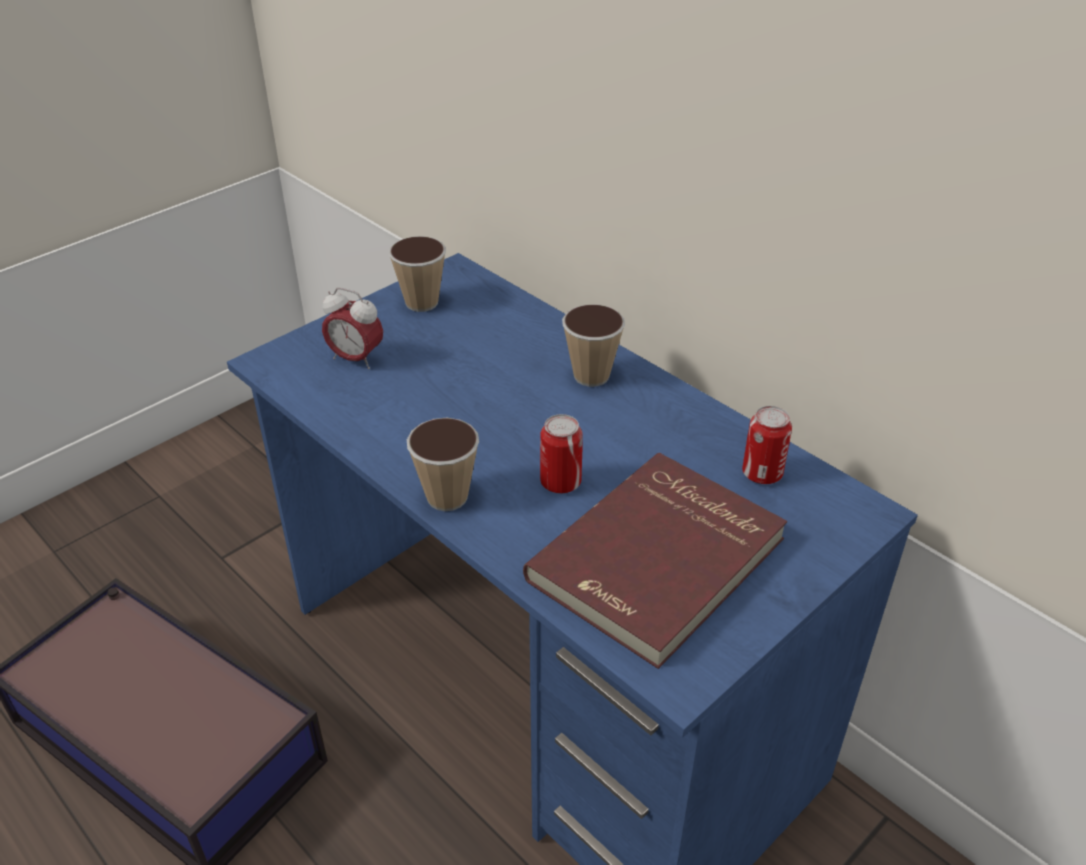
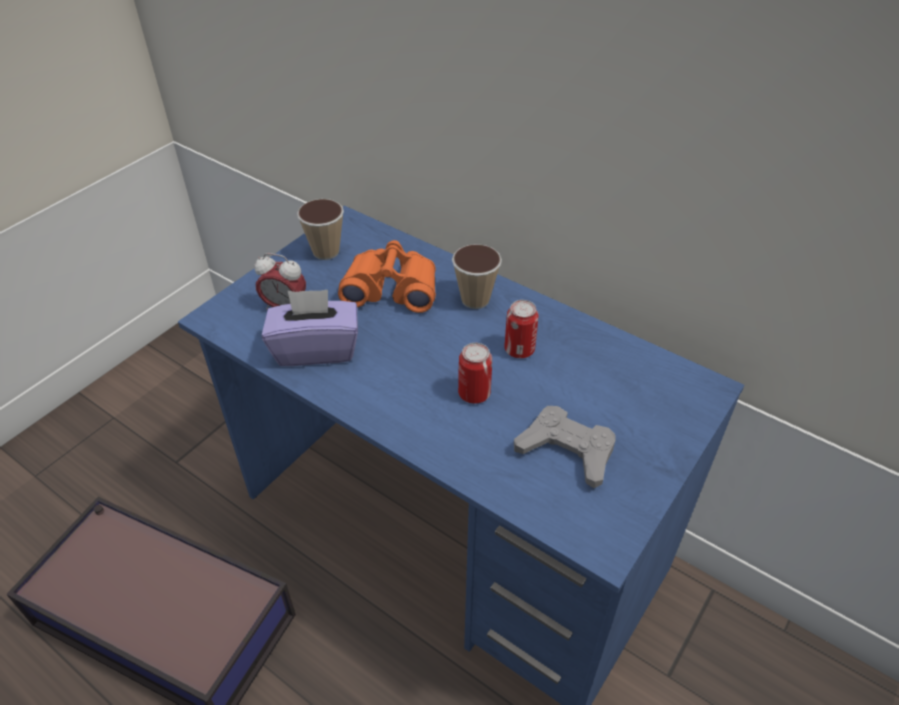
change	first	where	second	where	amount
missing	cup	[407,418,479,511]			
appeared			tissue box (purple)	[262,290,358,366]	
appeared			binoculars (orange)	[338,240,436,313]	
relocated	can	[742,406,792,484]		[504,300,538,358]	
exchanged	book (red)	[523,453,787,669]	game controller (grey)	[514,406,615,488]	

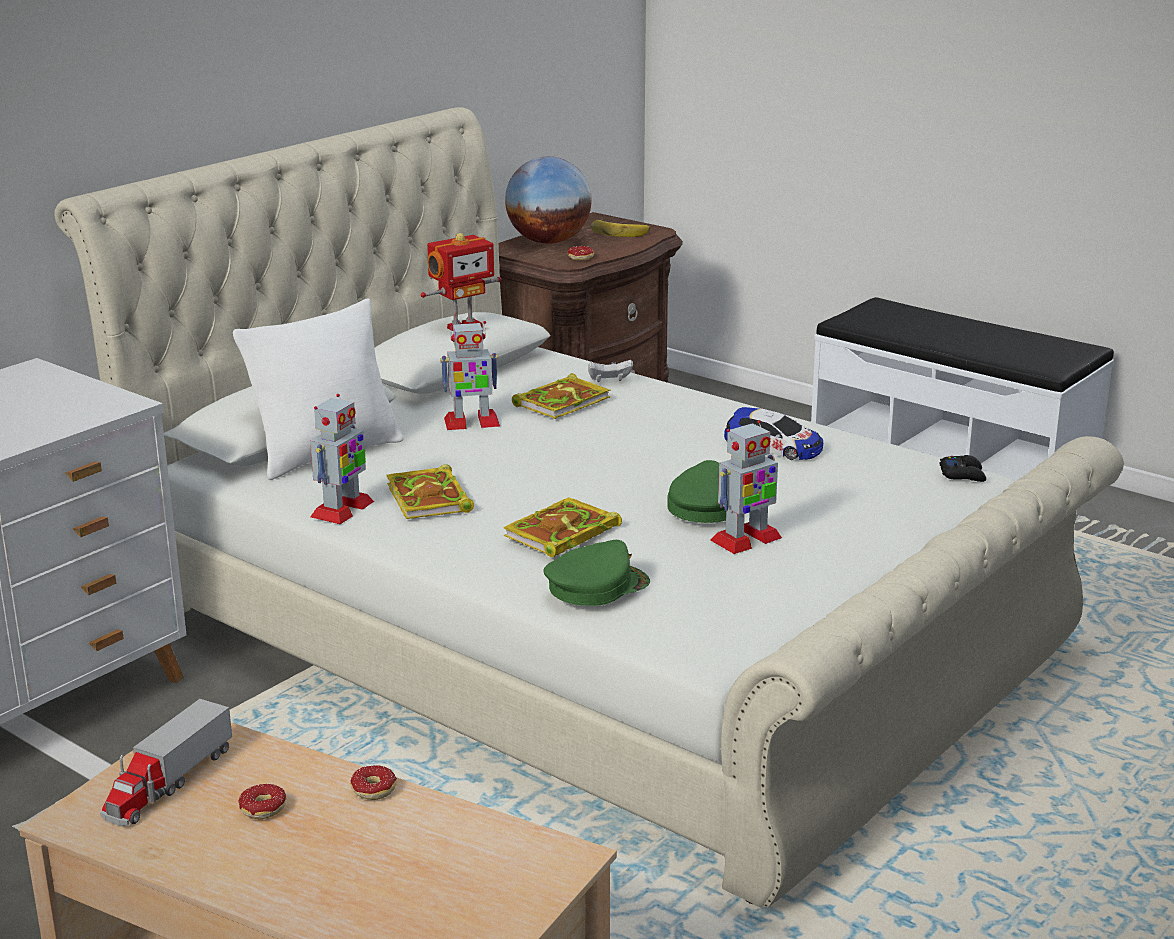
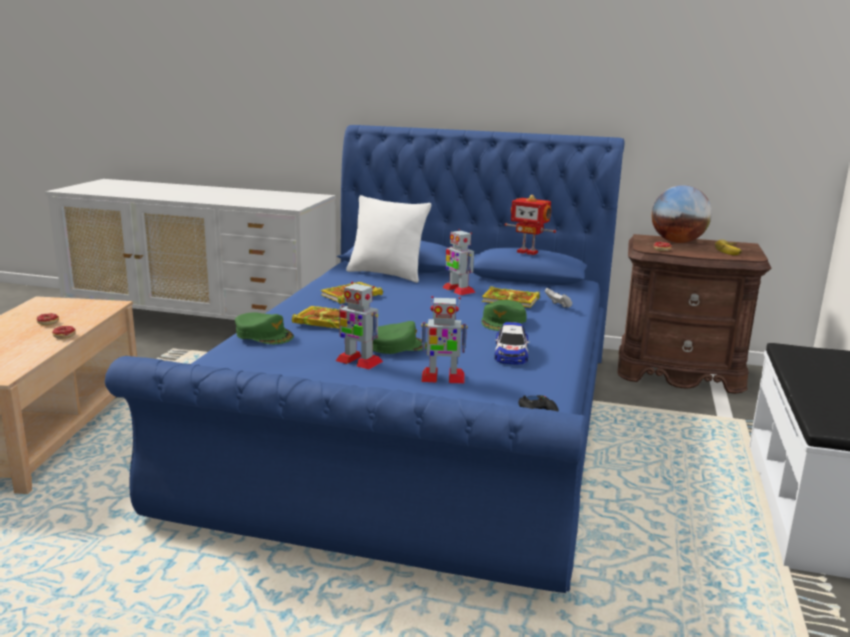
change	first	where	second	where	amount
missing	toy truck	[100,699,232,826]			
appeared			cap (green)	[481,300,527,331]	
relocated	toy robot	[310,394,374,524]		[421,296,467,384]	
colour	bed (beige)	[54,107,1124,908]	bed (blue)	[105,125,624,593]	

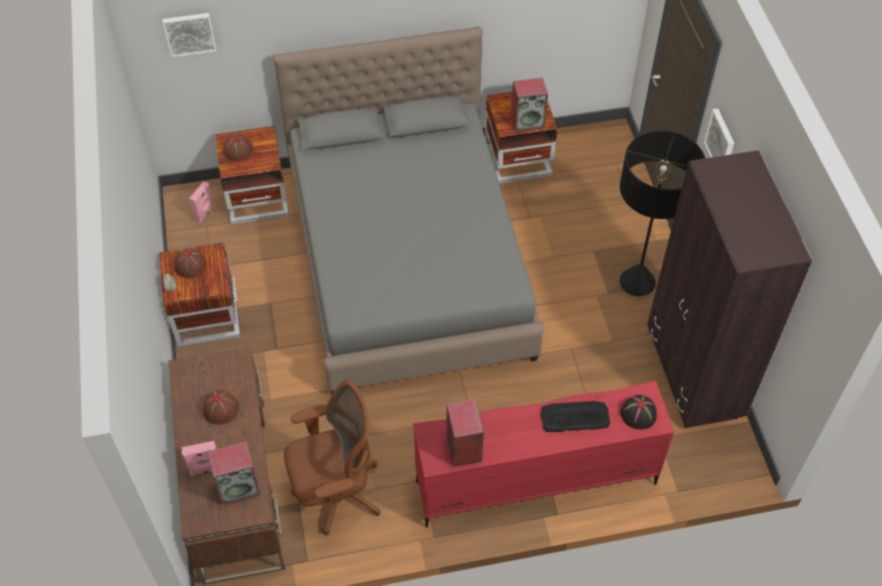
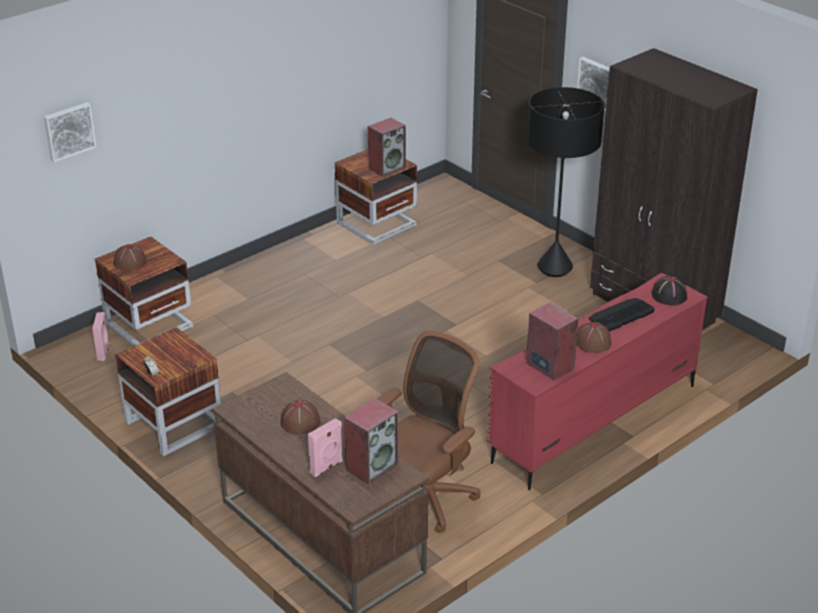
change	first	where	second	where	amount
missing	bed (grey)	[274,27,544,394]			
relocated	hat (brown)	[175,249,207,279]		[576,322,611,353]	

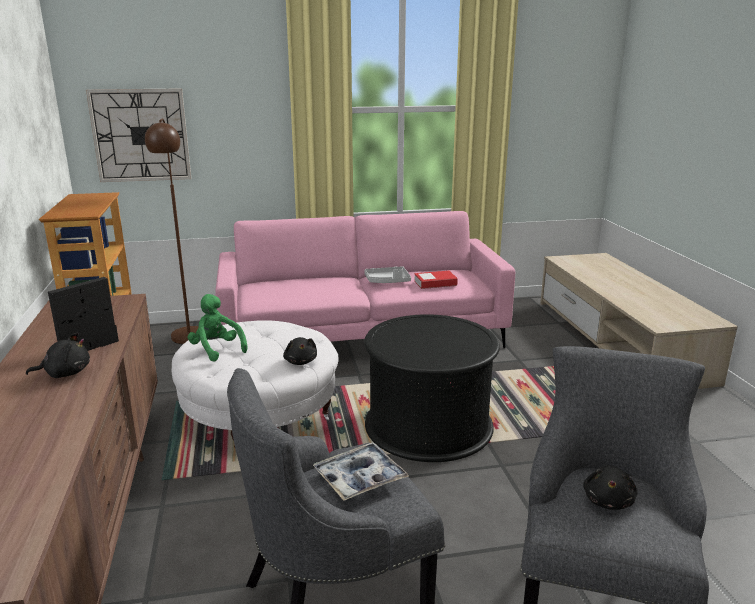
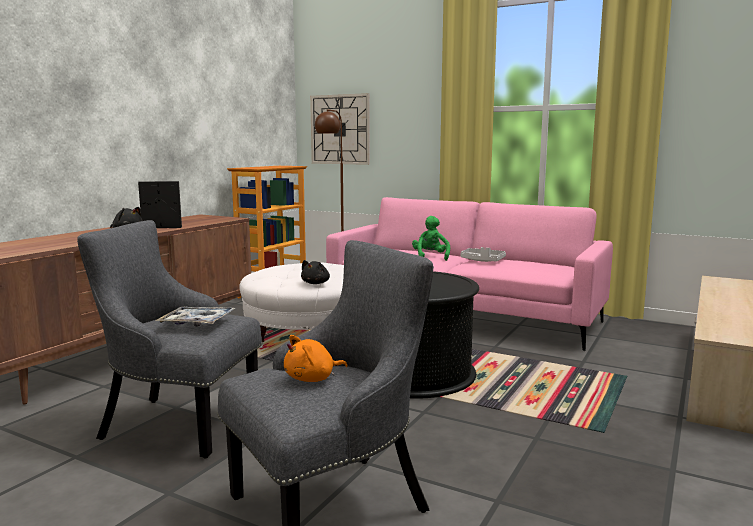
change	first	where	second	where	amount
missing	book	[414,271,458,289]			
relocated	plush toy (green)	[188,294,248,362]		[412,216,450,261]	
colour	plush toy (black)	[583,465,638,510]	plush toy (orange)	[284,335,348,382]	

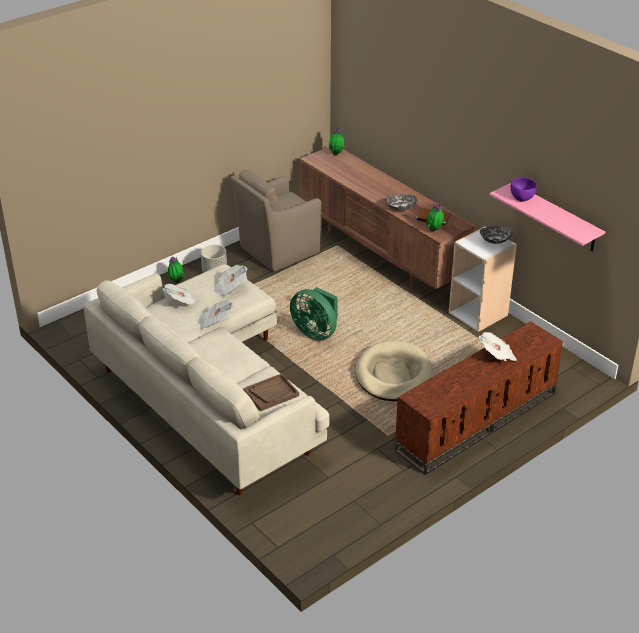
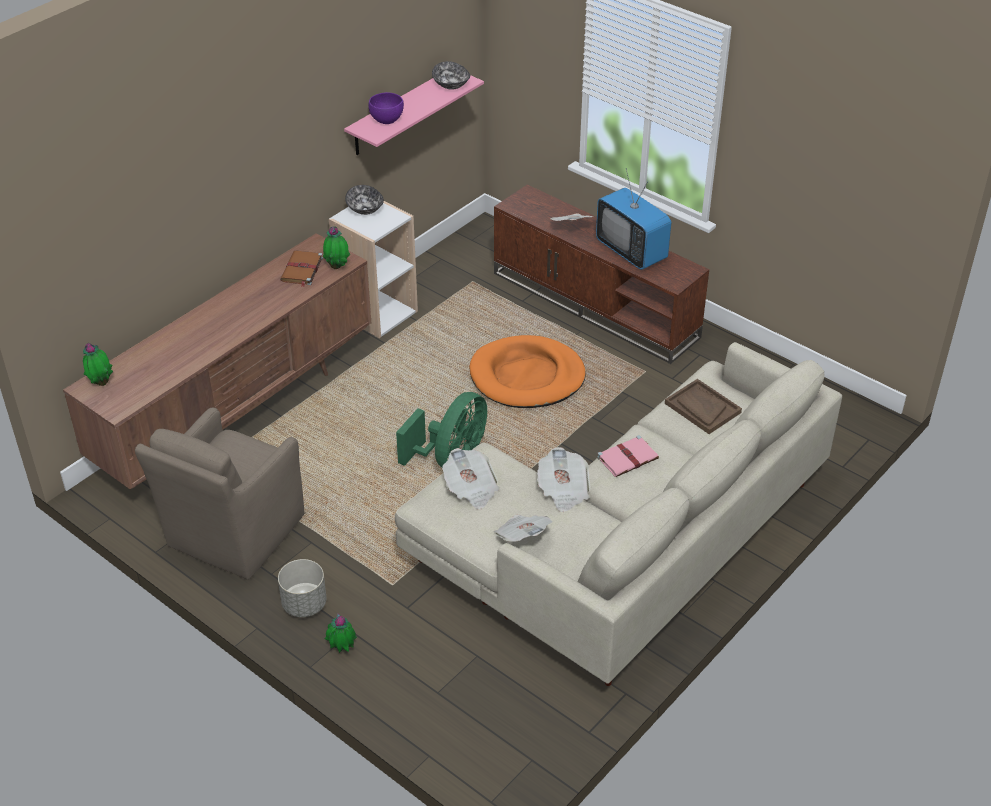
change	first	where	second	where	amount
appeared			television	[596,169,671,270]	
appeared			book (pink)	[597,435,659,477]	
relocated	bowl	[385,194,417,211]		[432,61,470,90]	
colour	dog bed (beige)	[355,341,432,401]	dog bed (orange)	[469,335,586,408]	
spun	armchair (brown)	[230,170,321,272]		[135,408,304,579]	75 degrees clockwise

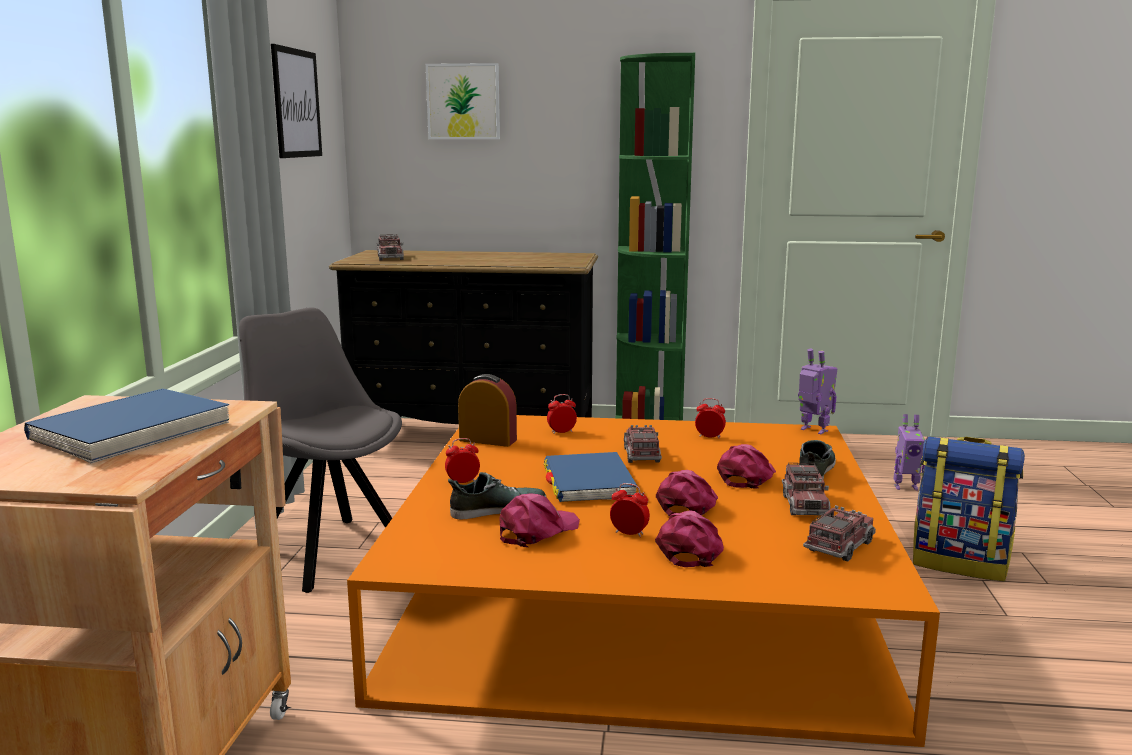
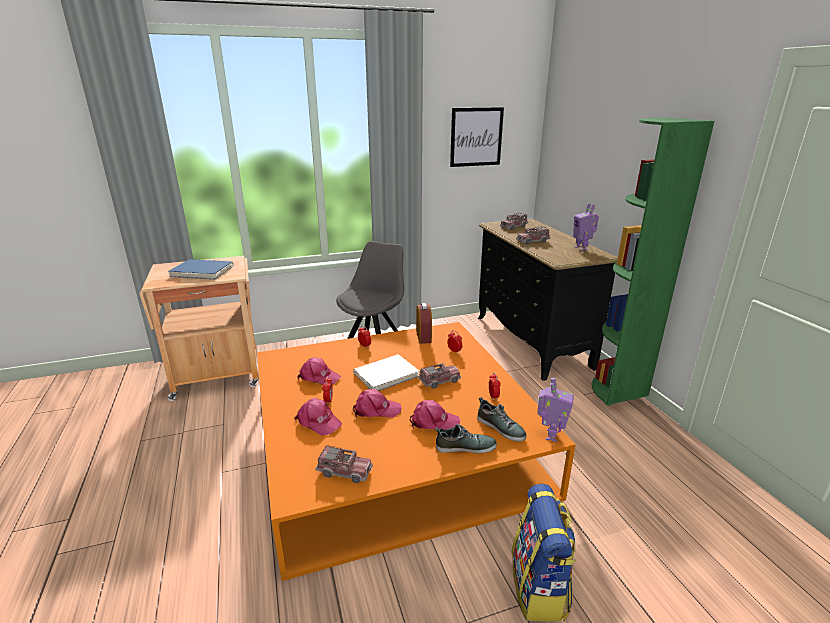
change	first	where	second	where	amount
missing	picture	[426,63,500,139]			
relocated	shoe	[448,472,547,519]		[477,397,527,442]	
relocated	toy truck	[782,463,830,516]		[516,226,551,245]	
relocated	toy robot	[894,414,925,490]		[573,203,599,251]	
colour	book (blue)	[544,452,637,502]	book (white)	[353,354,419,391]	
spun	cap (pink)	[655,510,724,567]		[294,398,342,436]	45 degrees clockwise

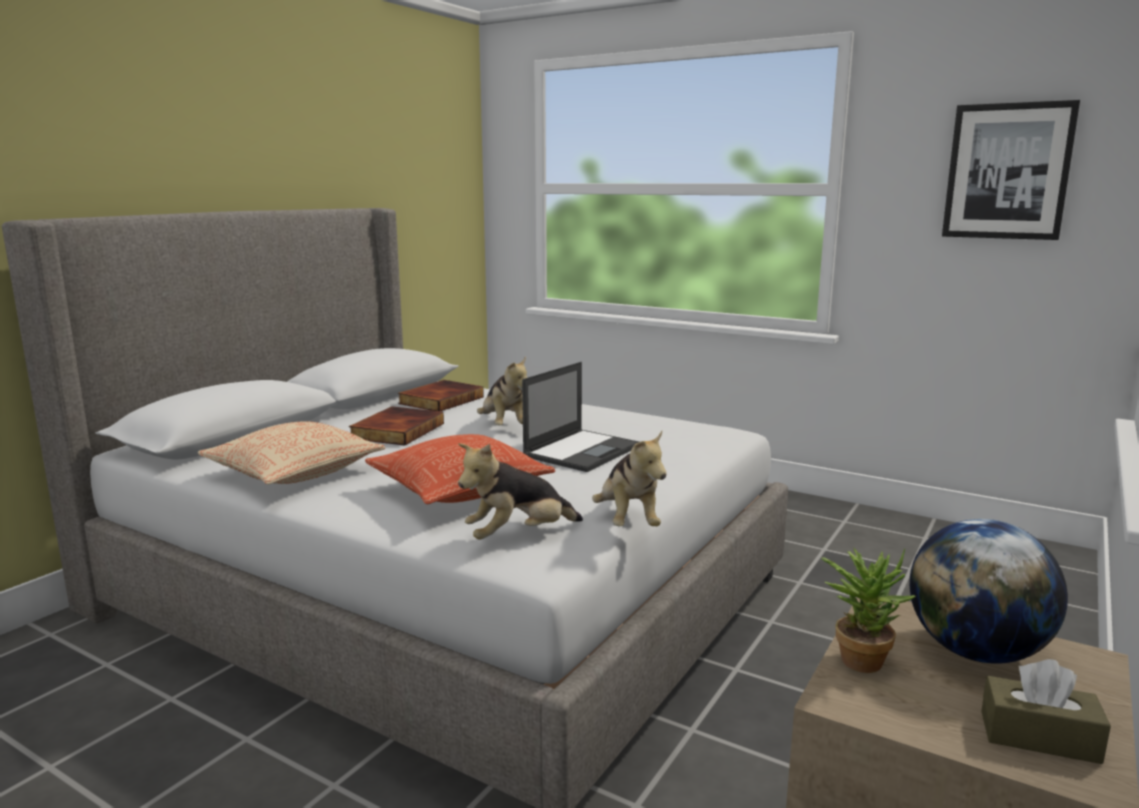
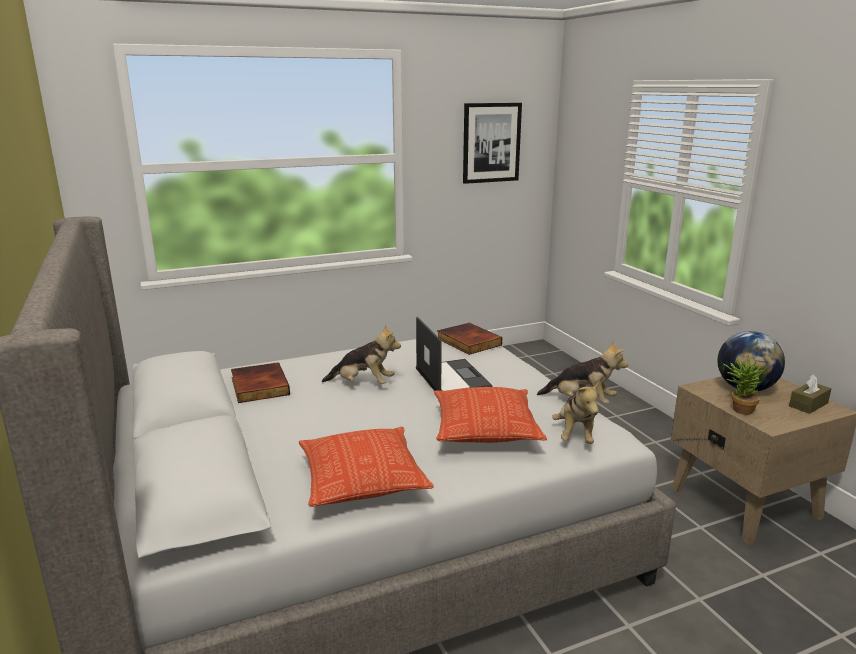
change	first	where	second	where	amount
relocated	book	[349,406,444,445]		[437,323,502,355]	
colour	pillow (beige)	[198,421,385,484]	pillow (orange)	[299,427,434,507]	

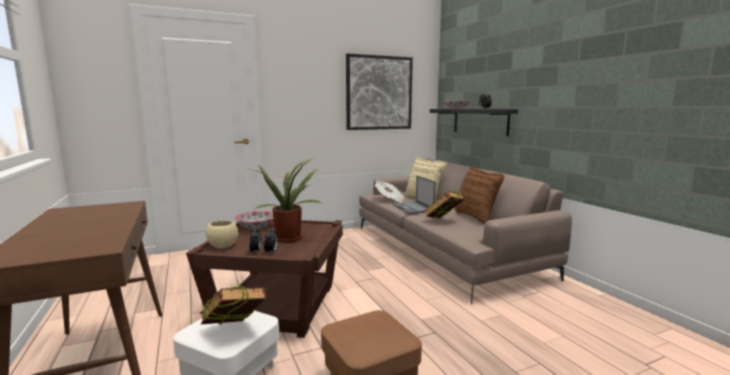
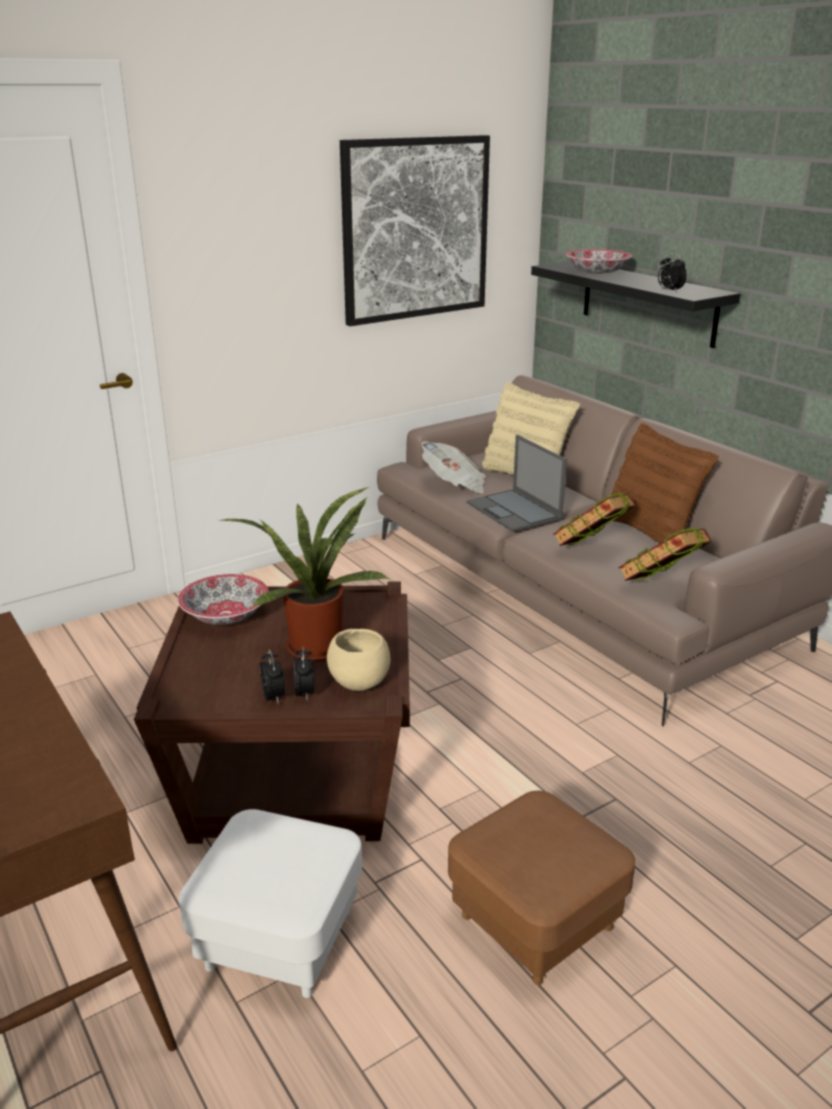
change	first	where	second	where	amount
relocated	book	[200,286,266,325]		[618,527,712,581]	
relocated	bowl (beige)	[206,220,238,248]		[327,629,390,691]	

